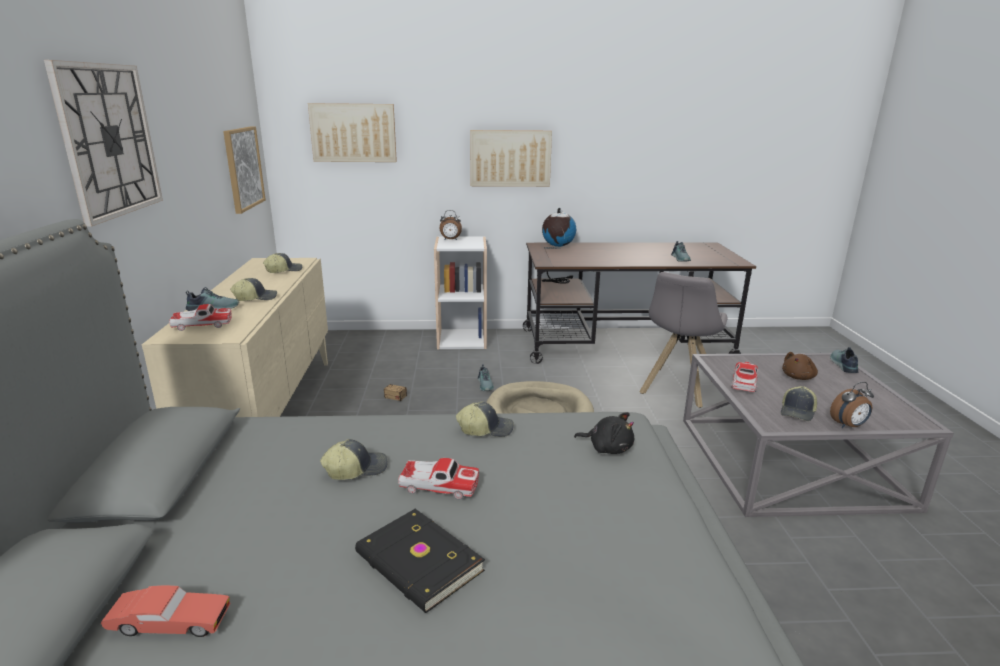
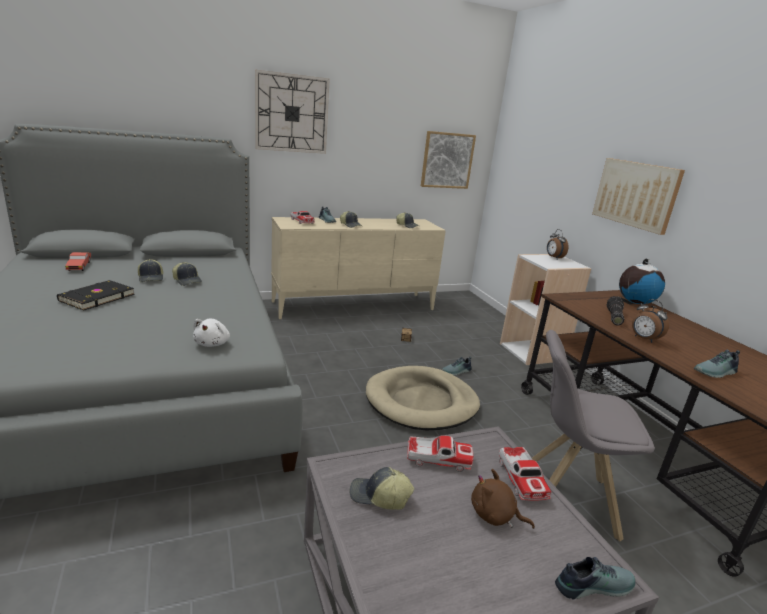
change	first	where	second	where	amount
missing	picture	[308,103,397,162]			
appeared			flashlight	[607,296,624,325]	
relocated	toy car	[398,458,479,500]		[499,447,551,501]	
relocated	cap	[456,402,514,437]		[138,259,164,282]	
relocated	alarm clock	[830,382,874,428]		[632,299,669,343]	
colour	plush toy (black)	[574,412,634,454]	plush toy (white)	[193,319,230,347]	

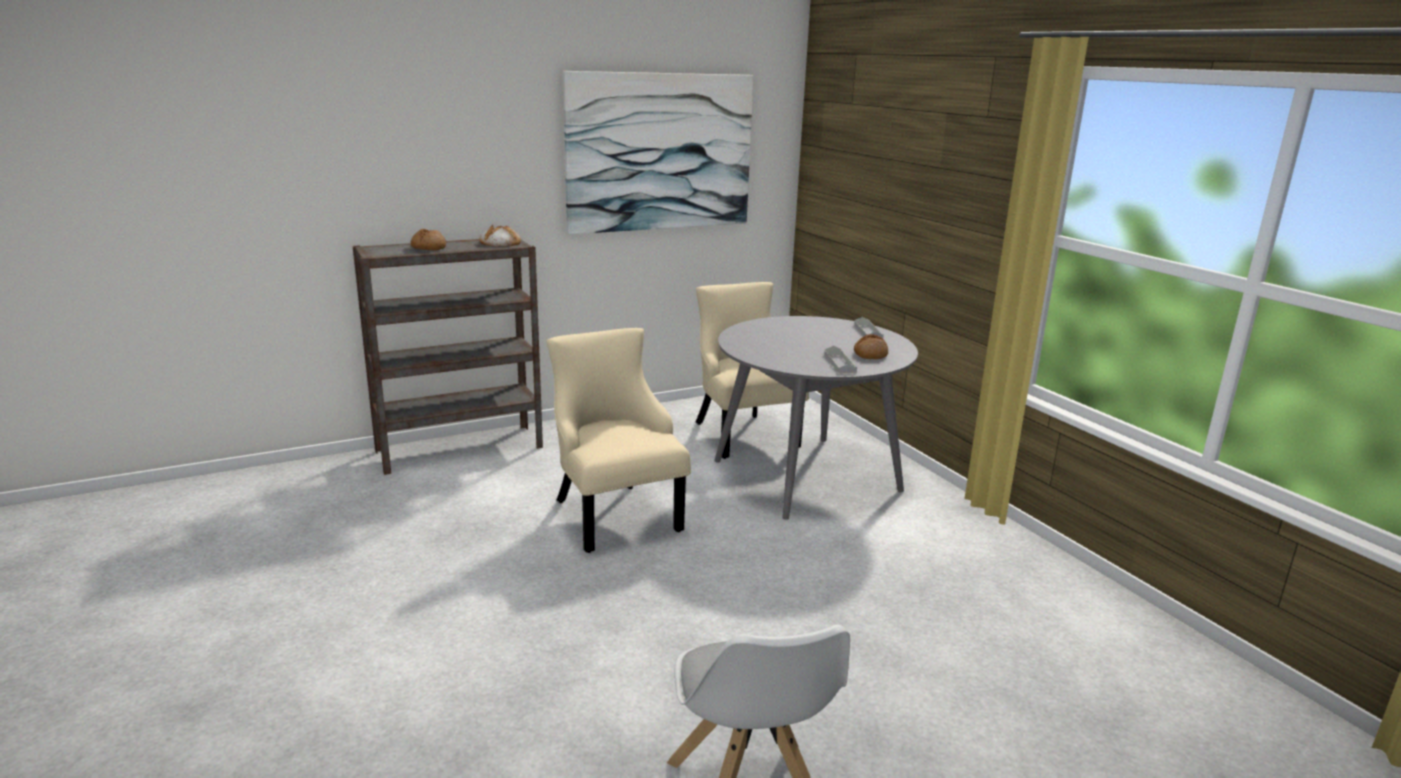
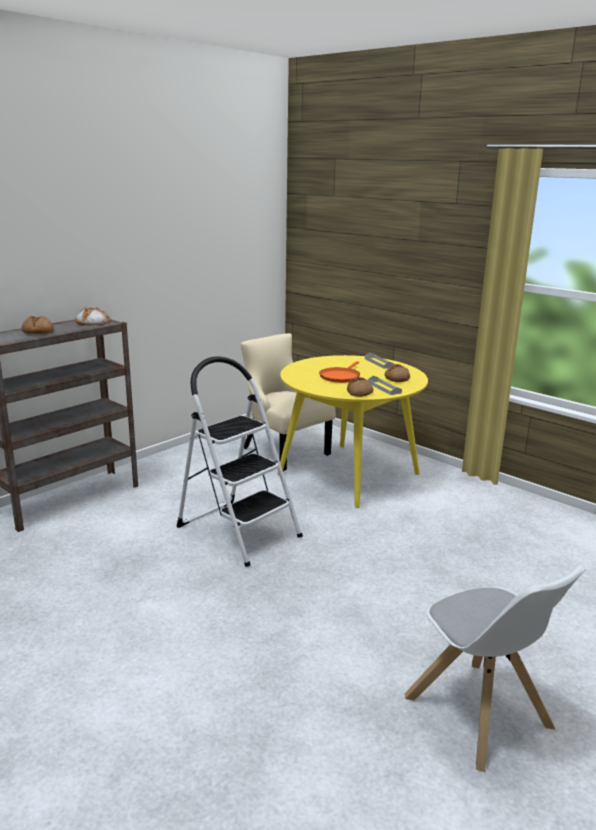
change	first	where	second	where	amount
missing	picture	[563,71,754,234]			
appeared			frying pan (orange)	[319,361,360,383]	
appeared			bread	[347,377,374,397]	
exchanged	chair (beige)	[546,328,691,553]	step ladder	[177,356,303,567]	
colour	dining table (grey)	[714,316,918,520]	dining table (yellow)	[277,355,428,508]	

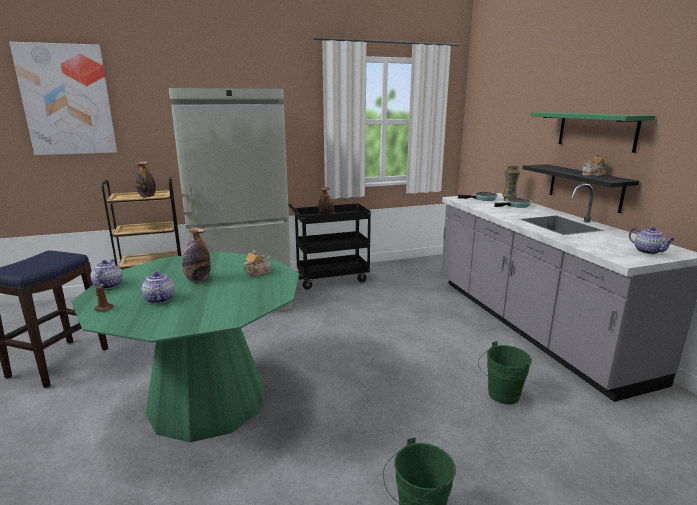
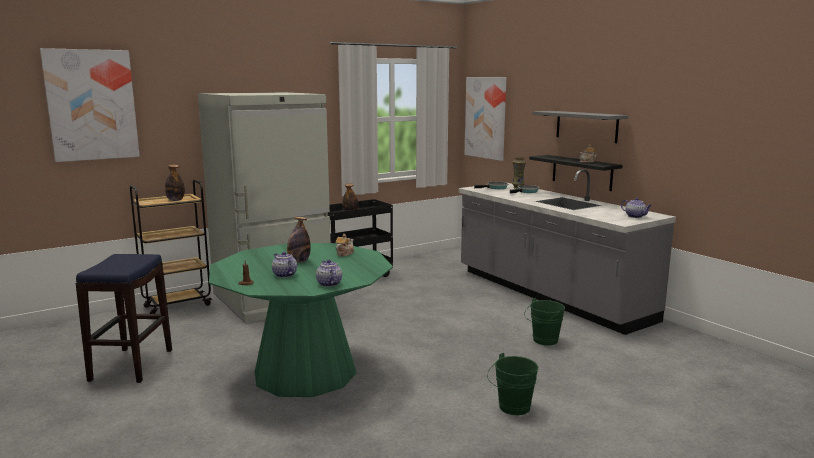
change	first	where	second	where	amount
appeared			picture	[465,77,506,161]	
relocated	teapot	[90,260,122,289]		[316,259,342,287]	
colour	shelf (green)	[530,112,655,153]	shelf (grey)	[533,111,628,143]	

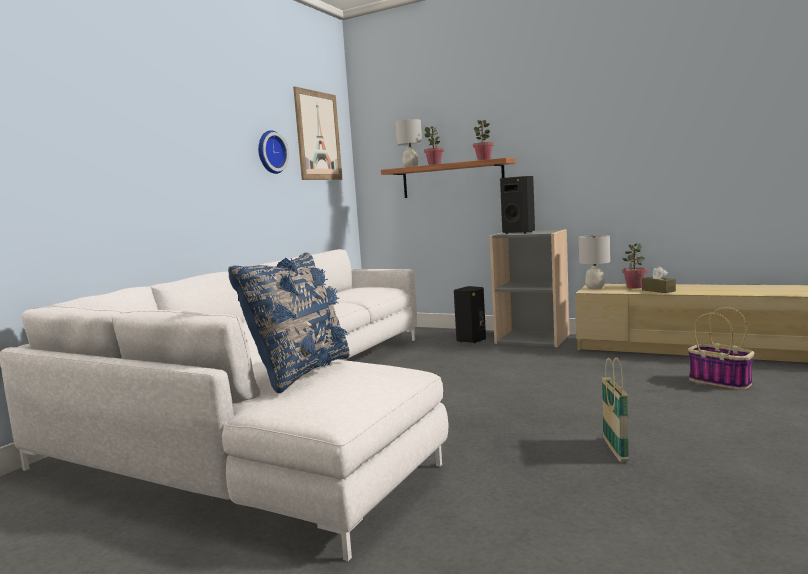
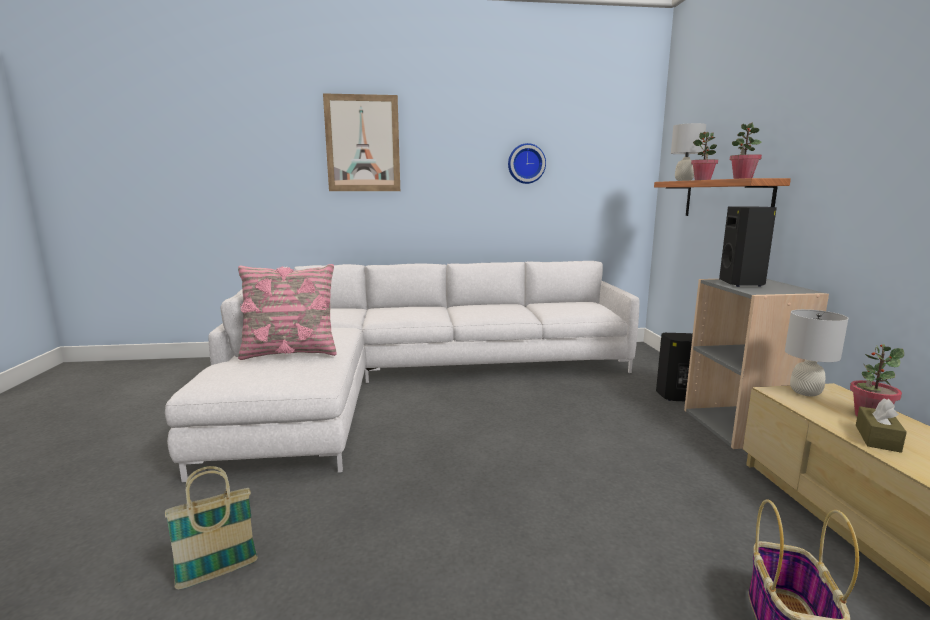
change	first	where	second	where	amount
relocated	picture	[293,87,343,180]		[323,93,400,191]	
relocated	basket	[602,357,629,462]		[165,466,258,589]	
colour	pillow (blue)	[228,253,350,393]	pillow (pink)	[238,264,337,360]	

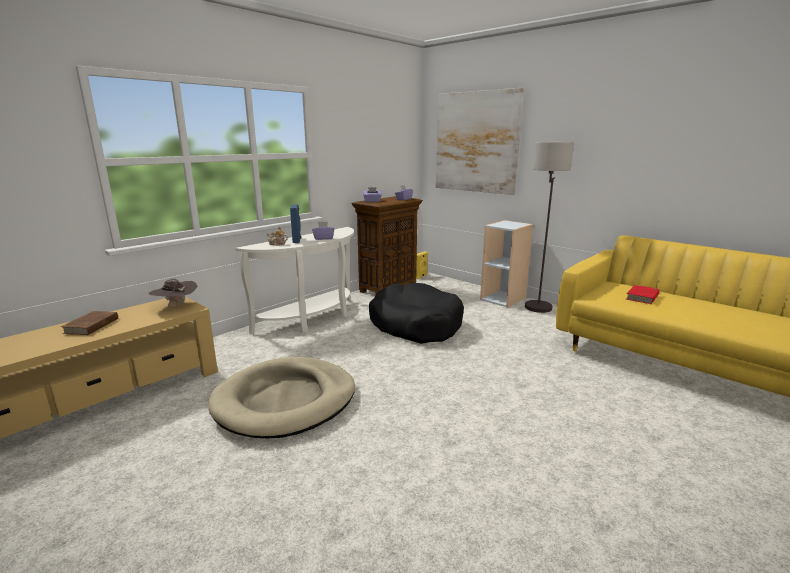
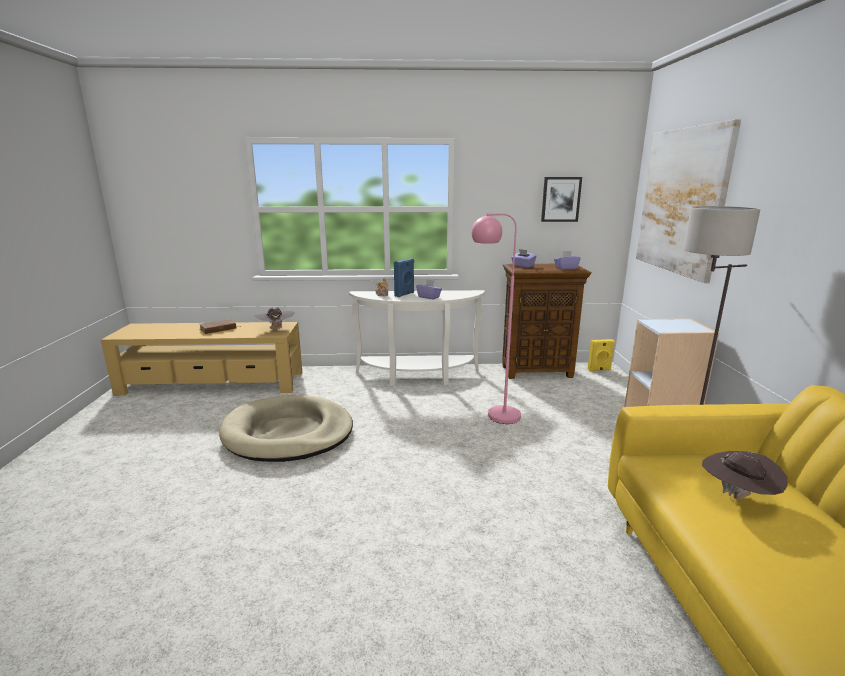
change	first	where	second	where	amount
appeared			picture	[541,177,582,222]	
exchanged	dog bed (black)	[369,283,464,344]	floor lamp (pink)	[471,213,521,424]	
exchanged	book (red)	[626,285,660,304]	hat (brown)	[702,451,788,499]	

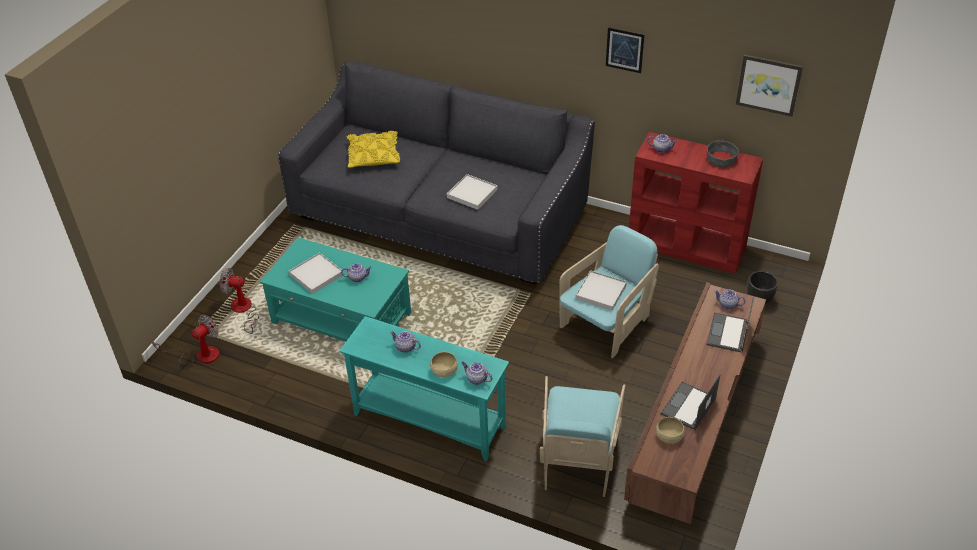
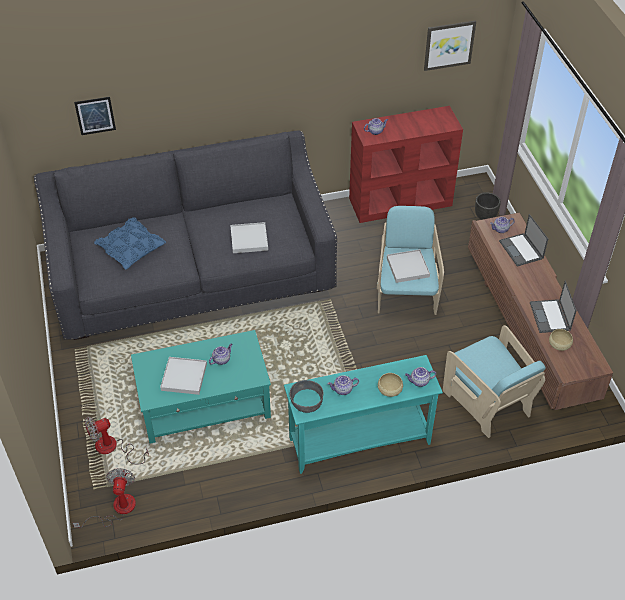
change	first	where	second	where	amount
relocated	picture	[606,27,644,73]		[74,97,116,135]	
relocated	bowl (grey)	[707,141,739,168]		[290,380,324,413]	
colour	pillow (yellow)	[346,130,400,168]	pillow (blue)	[94,217,166,270]	

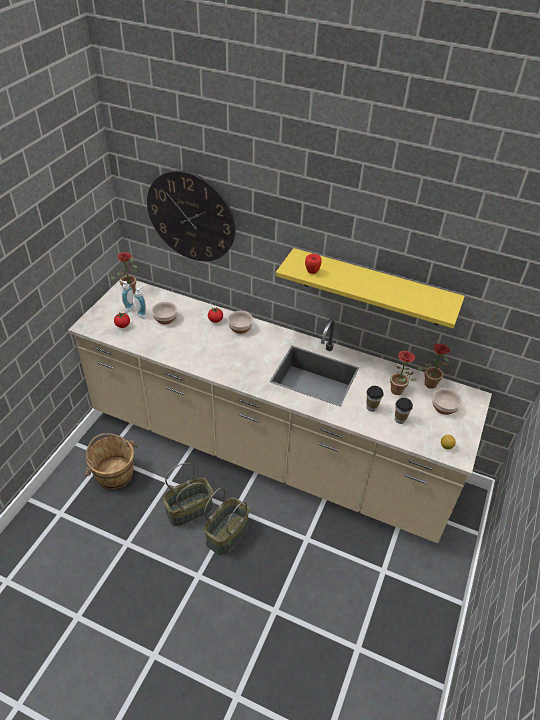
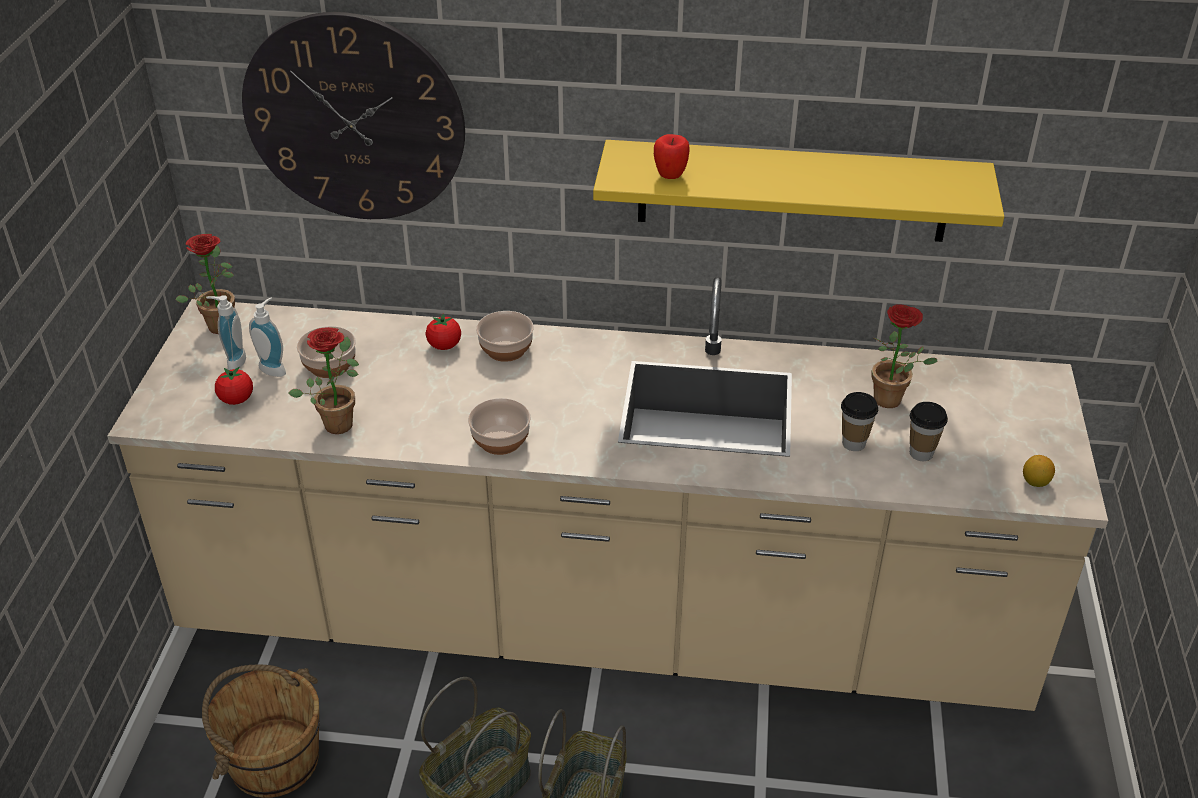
change	first	where	second	where	amount
relocated	potted plant	[418,343,450,389]		[288,327,359,434]	
relocated	bowl	[432,388,462,415]		[468,398,531,455]	

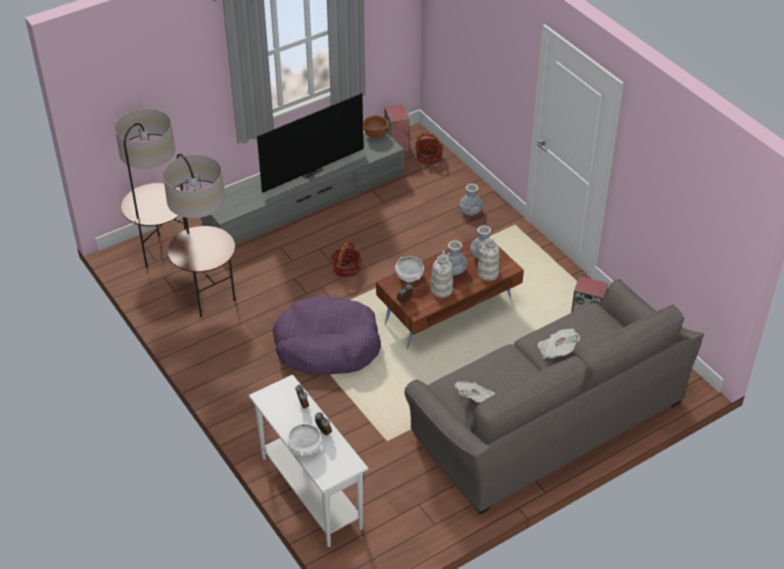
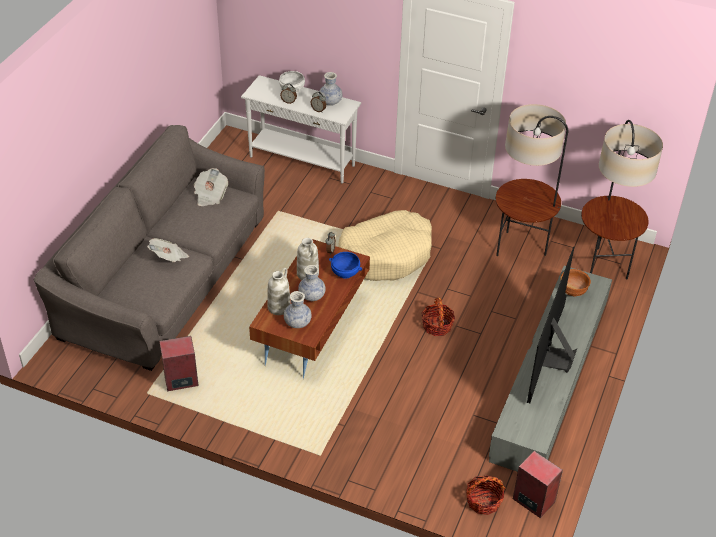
change	first	where	second	where	amount
relocated	bowl (brown)	[363,116,388,138]		[560,269,591,297]	
relocated	vase	[459,184,483,216]		[319,72,342,106]	
colour	dog bed (purple)	[273,296,381,375]	dog bed (beige)	[338,210,432,281]	
colour	bowl (white)	[395,256,424,282]	bowl (blue)	[329,252,362,279]	

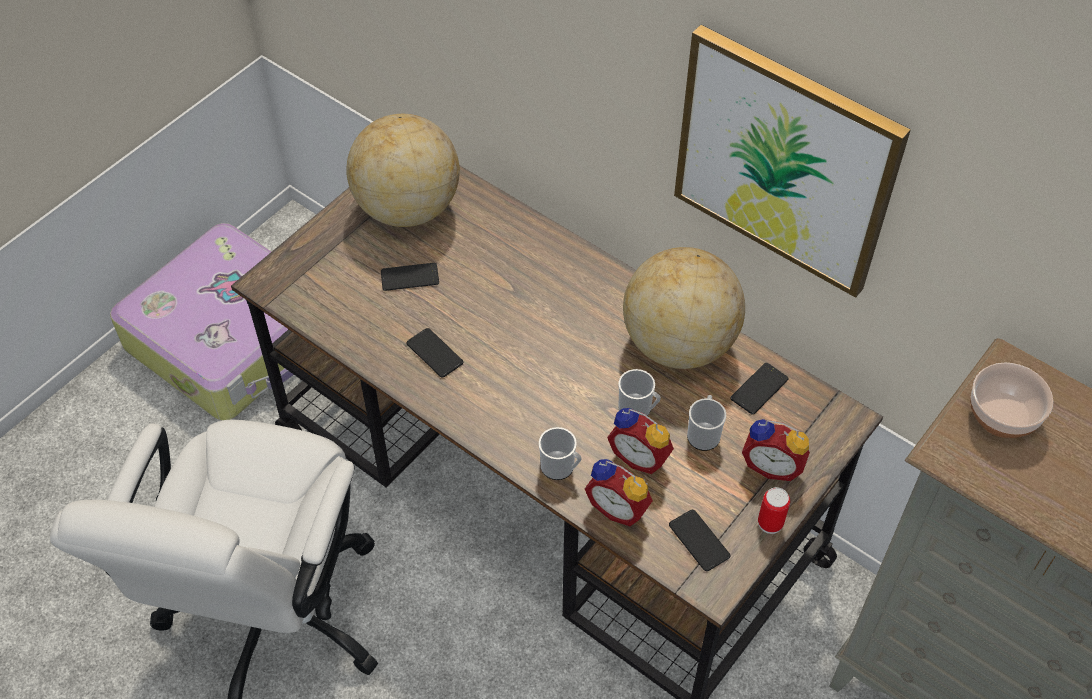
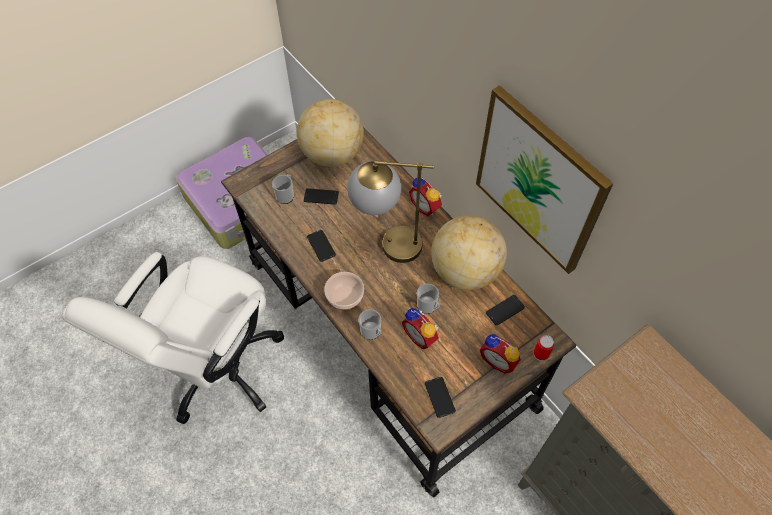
change	first	where	second	where	amount
appeared			table lamp	[347,160,434,263]	
relocated	alarm clock	[585,459,653,526]		[409,177,442,216]	
relocated	mug	[687,395,726,451]		[272,174,294,204]	
relocated	can	[758,487,790,534]		[534,335,554,361]	
relocated	bowl	[970,363,1053,438]		[324,272,364,310]	

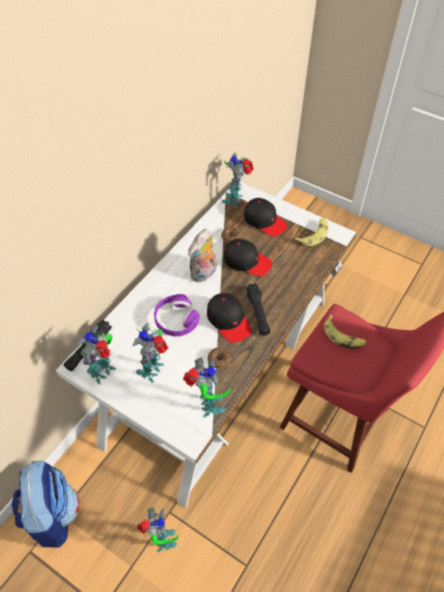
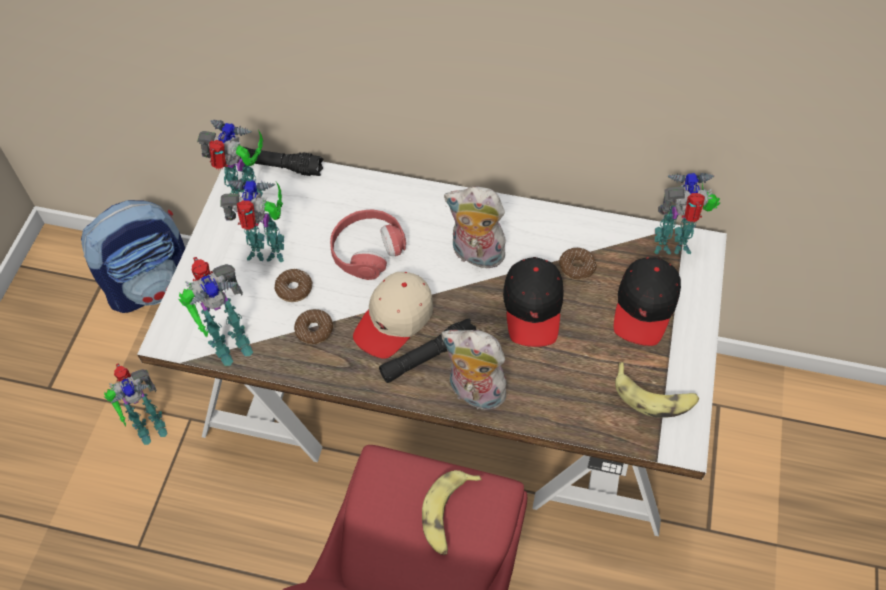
change	first	where	second	where	amount
appeared			donut	[275,269,313,302]	
appeared			plush toy	[442,330,513,413]	
colour	headphones (purple)	[154,294,200,336]	headphones (red)	[330,209,406,280]	
colour	cap (black)	[207,293,252,343]	cap (beige)	[353,272,433,359]	

